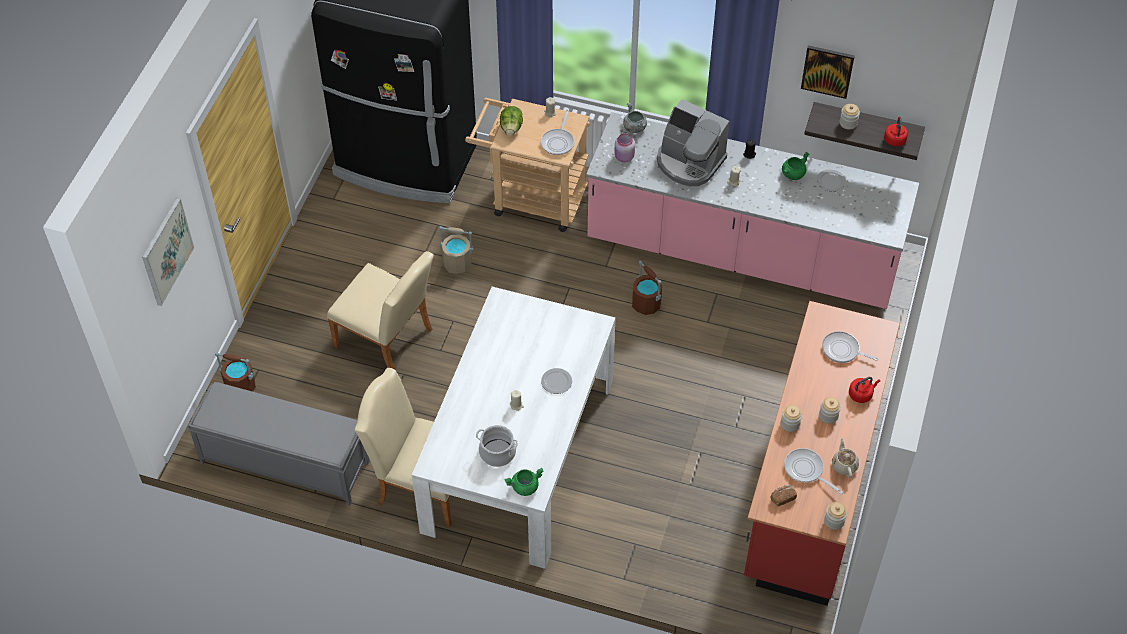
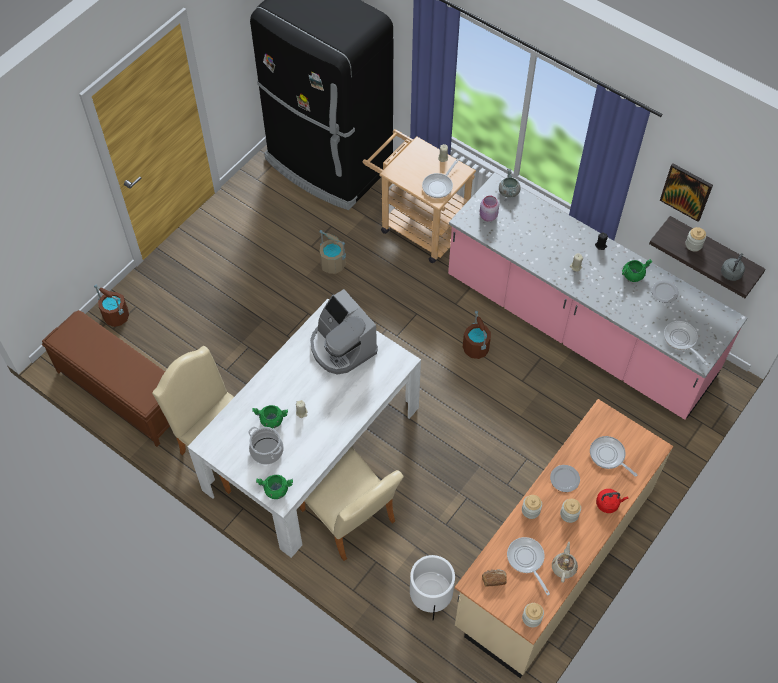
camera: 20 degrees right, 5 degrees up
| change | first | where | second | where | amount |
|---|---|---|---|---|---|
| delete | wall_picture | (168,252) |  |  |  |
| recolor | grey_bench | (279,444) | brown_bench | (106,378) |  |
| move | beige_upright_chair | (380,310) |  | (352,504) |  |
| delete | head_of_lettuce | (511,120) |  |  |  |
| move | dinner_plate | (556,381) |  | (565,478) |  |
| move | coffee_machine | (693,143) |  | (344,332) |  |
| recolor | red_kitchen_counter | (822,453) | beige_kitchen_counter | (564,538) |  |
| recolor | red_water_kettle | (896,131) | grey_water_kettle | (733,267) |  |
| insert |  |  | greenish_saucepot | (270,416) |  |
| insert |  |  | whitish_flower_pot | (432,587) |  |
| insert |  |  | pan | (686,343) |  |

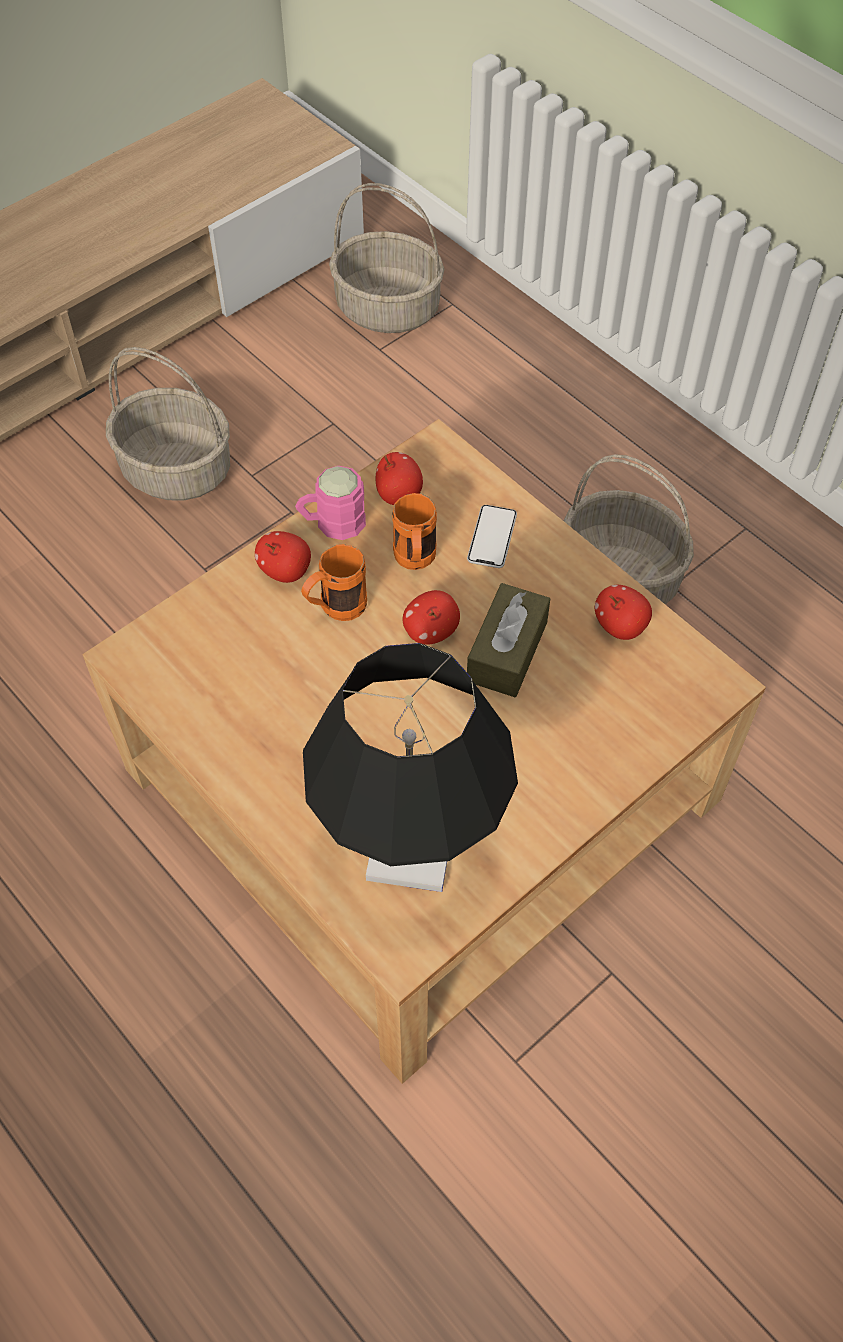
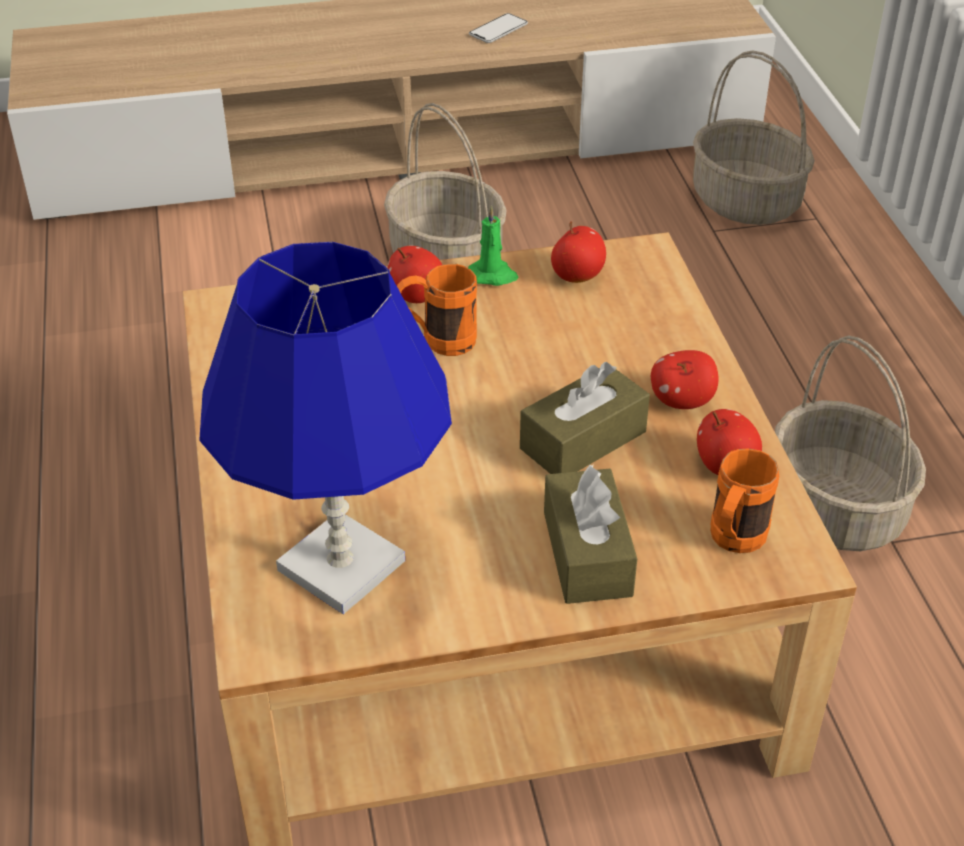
camera: 30 degrees right, 15 degrees down
| change | first | where | second | where | amount |
|---|---|---|---|---|---|
| replace | pink_tea_mug | (330,503) | greenish_wax_light | (493,245) |  |
| recolor | black-coloured_lamp_for_a_table | (410,767) | blue-coloured_lamp_for_a_table | (326,428) |  |
| move | orangey_tea_mug | (414,531) |  | (744,500) |  |
| move | apple | (431,617) |  | (685,379) |  |
| move | phone | (492,536) |  | (498,28) |  |
| insert |  |  | brown_box_of_tissues | (590,534) |  |

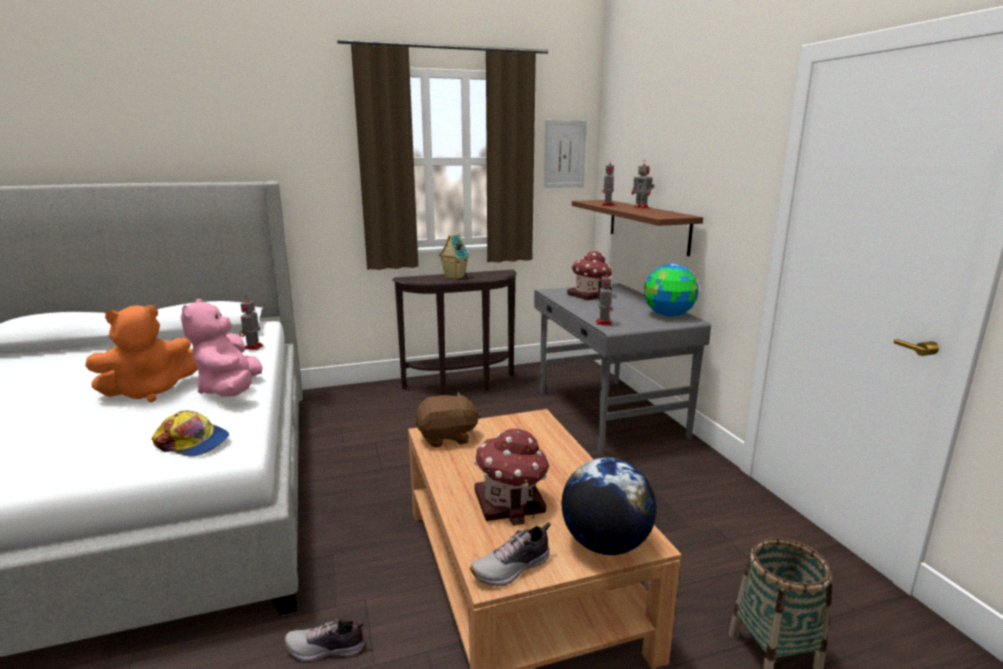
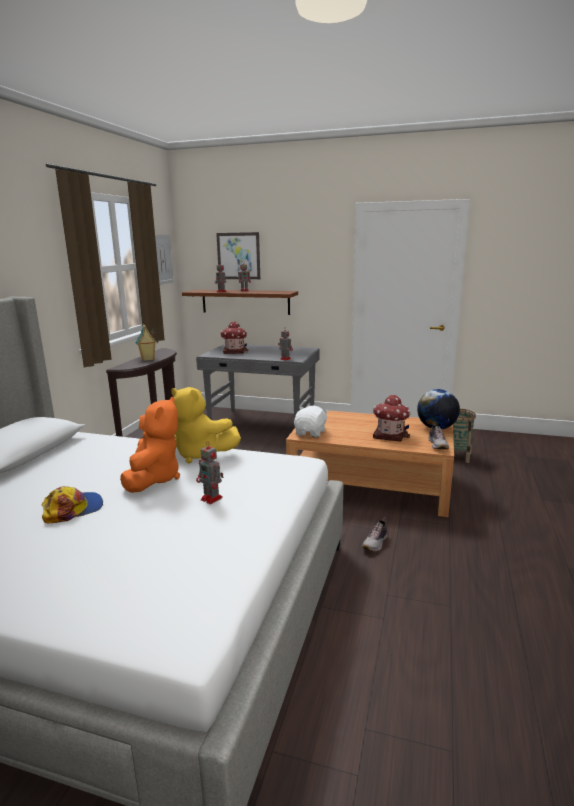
camera: 55 degrees left, 0 degrees up
| change | first | where | second | where | amount |
|---|---|---|---|---|---|
| move | cap | (190,434) |  | (72,504) |  |
| recolor | pink_plush_toy | (222,348) | yellow-coloured_plush_toy | (206,425) |  |
| move | model_robot | (251,323) |  | (209,472) |  |
| recolor | brown_plush_toy | (448,419) | whitish_plush_toy | (311,422) |  |
| delete | world_globe | (671,290) |  |  |  |
| insert |  |  | wall_picture | (238,255) |  |

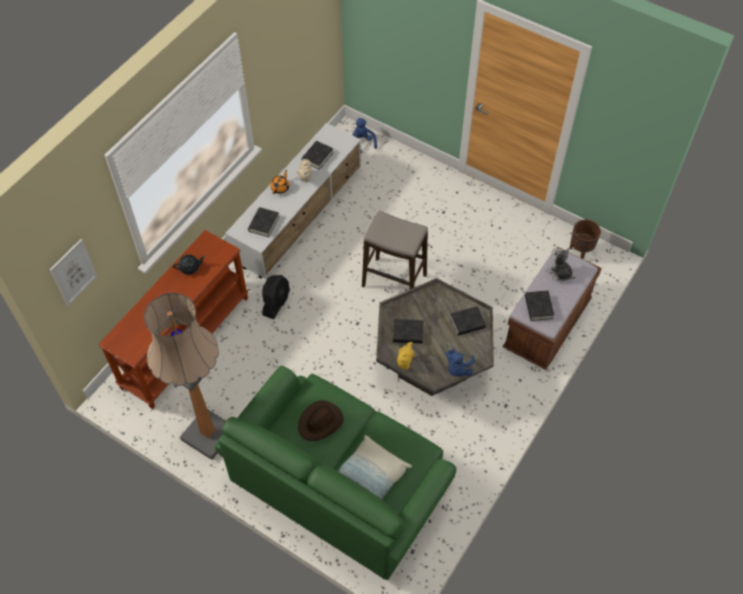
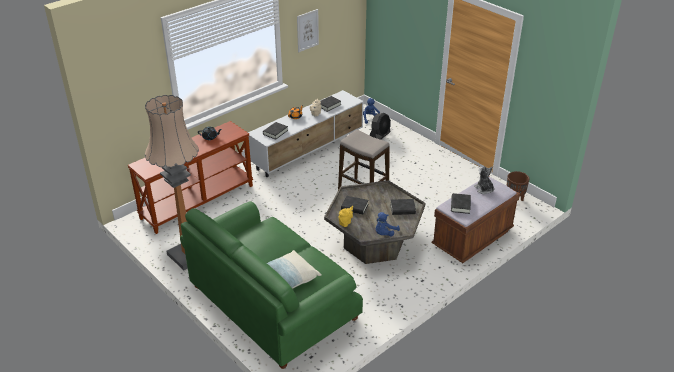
camera: 15 degrees right, 20 degrees down
| change | first | where | second | where | amount |
|---|---|---|---|---|---|
| move | wall_picture | (73,272) |  | (308,30) |  |
| move | black-coloured_electric_fan | (276,297) |  | (380,126) |  |
| delete | brown_wearable_hat | (320,420) |  |  |  |

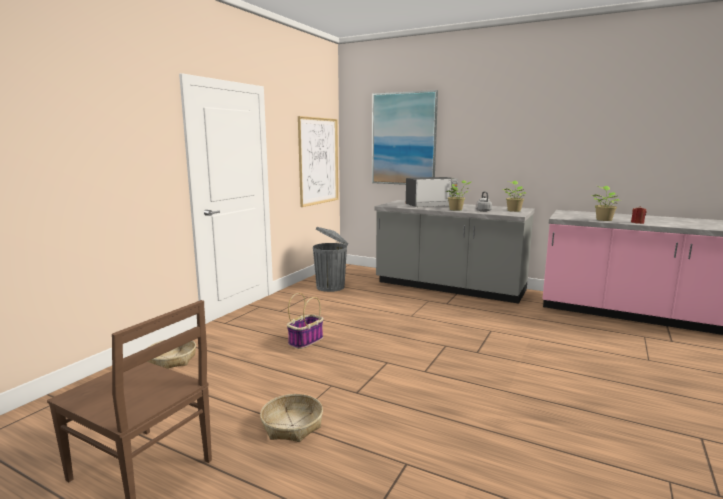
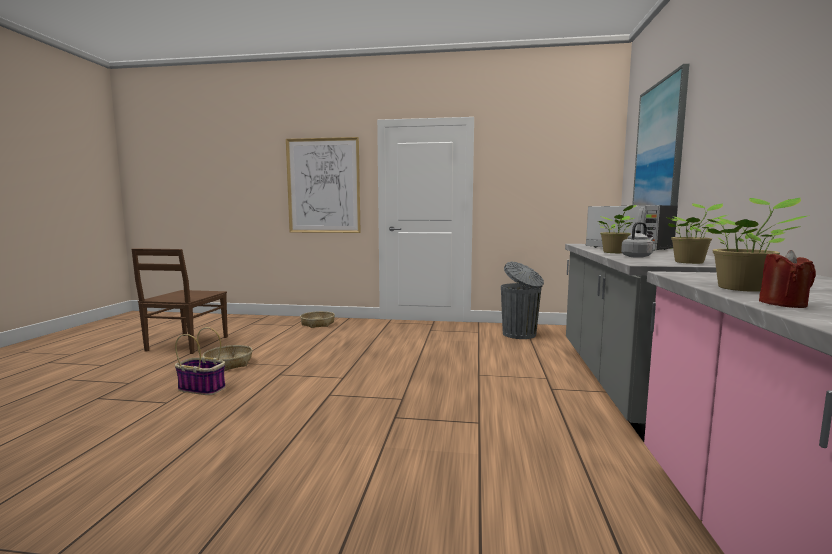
camera: 70 degrees right, 5 degrees down
| change | first | where | second | where | amount |
|---|---|---|---|---|---|
| move | basket | (305,321) |  | (200,361) |  |
| move | wall_picture | (318,161) |  | (323,185) |  |

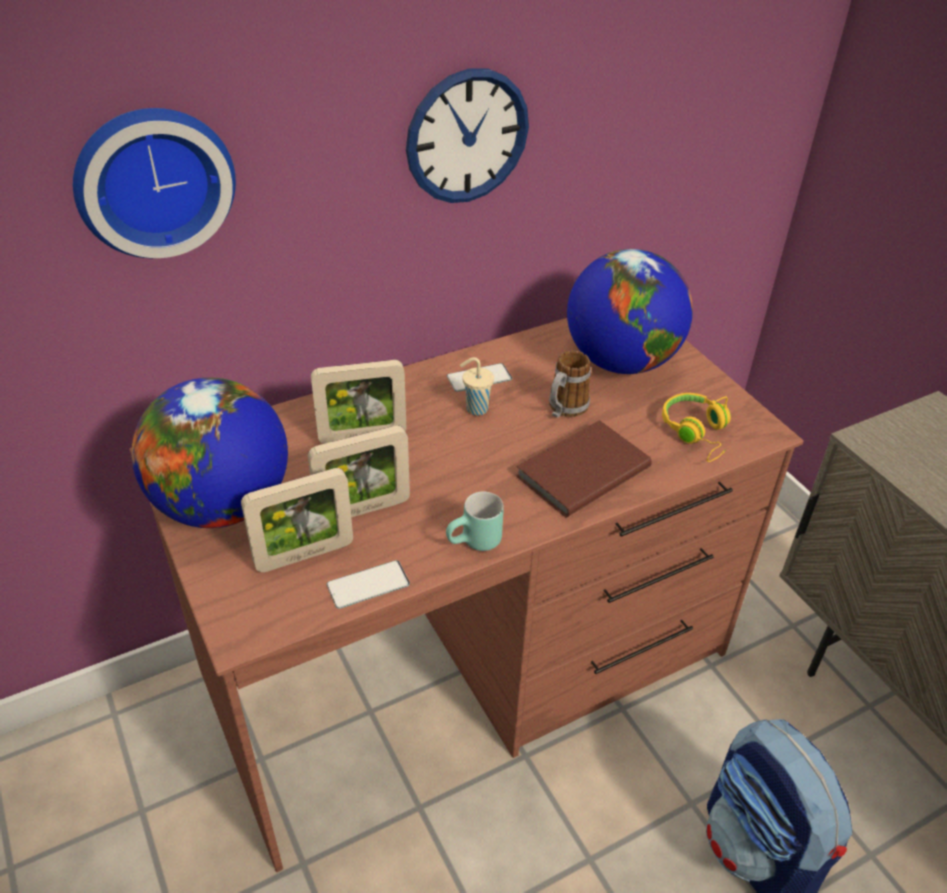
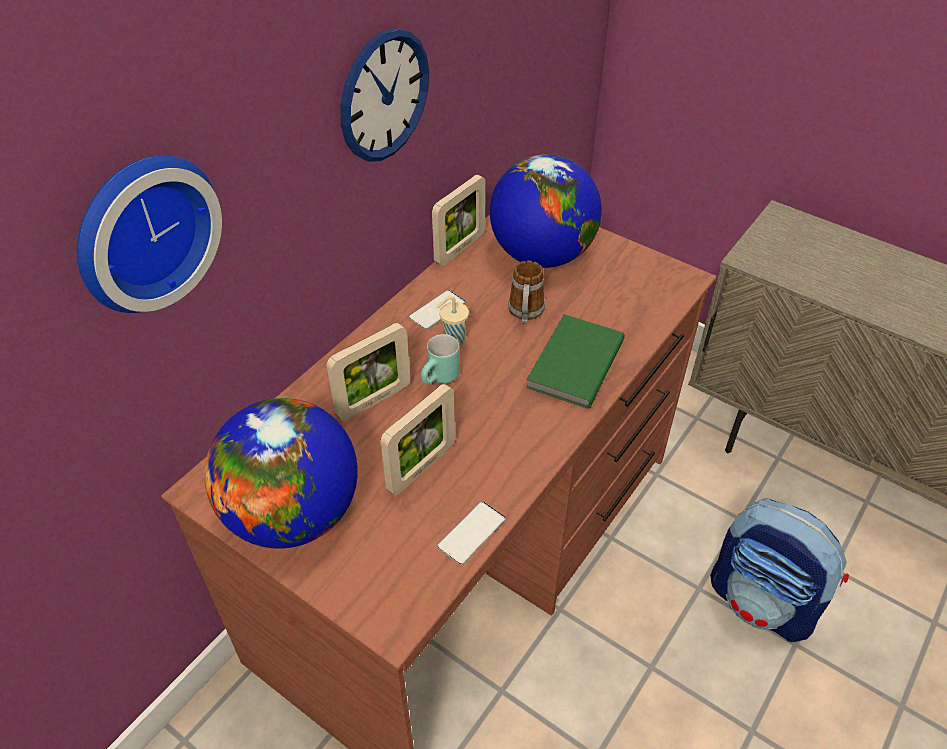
camera: 25 degrees left, 5 degrees up
| change | first | where | second | where | amount |
|---|---|---|---|---|---|
| move | picture_frame | (297,520) |  | (458,220) |  |
| move | turquoise-coloured_tea_mug | (475,521) |  | (440,359) |  |
| recolor | brown_bound_book | (584,469) | greenish_bound_book | (575,361) |  |
| delete | yellow-coloured_headphones | (696,427) |  |  |  |

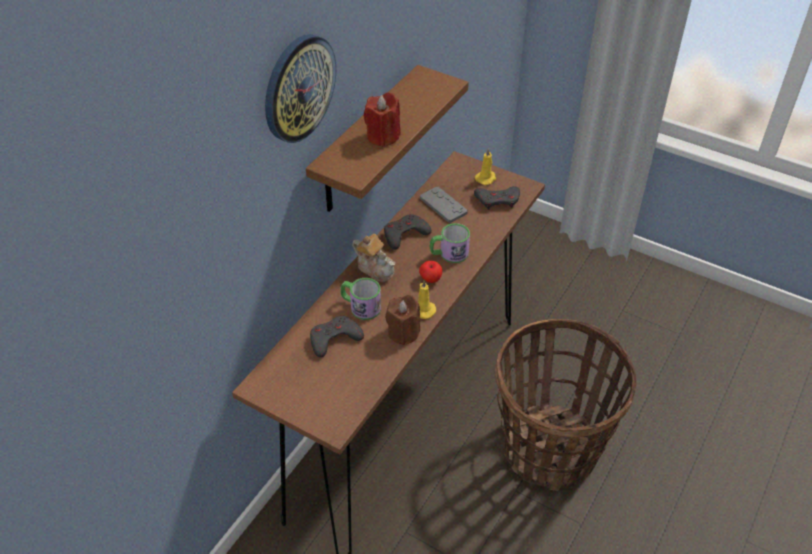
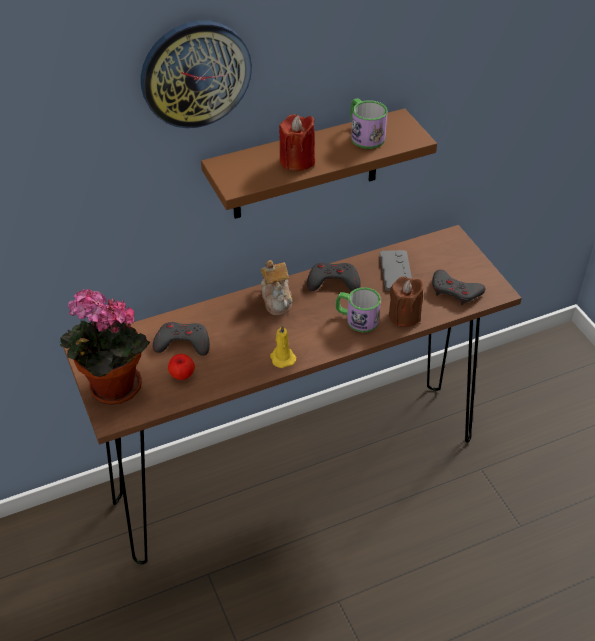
camera: 35 degrees right, 0 degrees up
| change | first | where | second | where | amount |
|---|---|---|---|---|---|
| move | tea_mug | (360,299) |  | (369,123) |  |
| move | brown_wax_light | (402,320) |  | (406,301) |  |
| move | apple | (430,272) |  | (181,367) |  |
| delete | yellow-coloured_wax_light | (485,166) |  |  |  |
| delete | basket | (566,405) |  |  |  |
| insert |  |  | plant_in_a_pot | (105,347) |  |

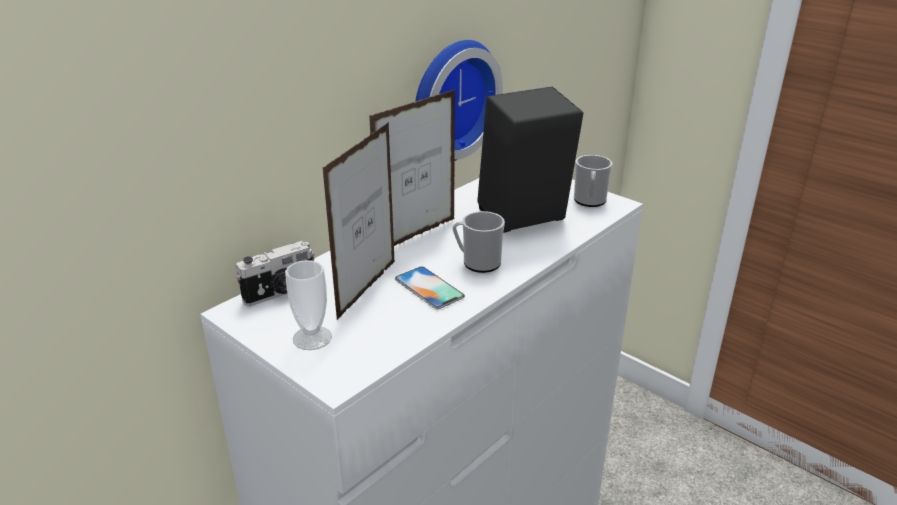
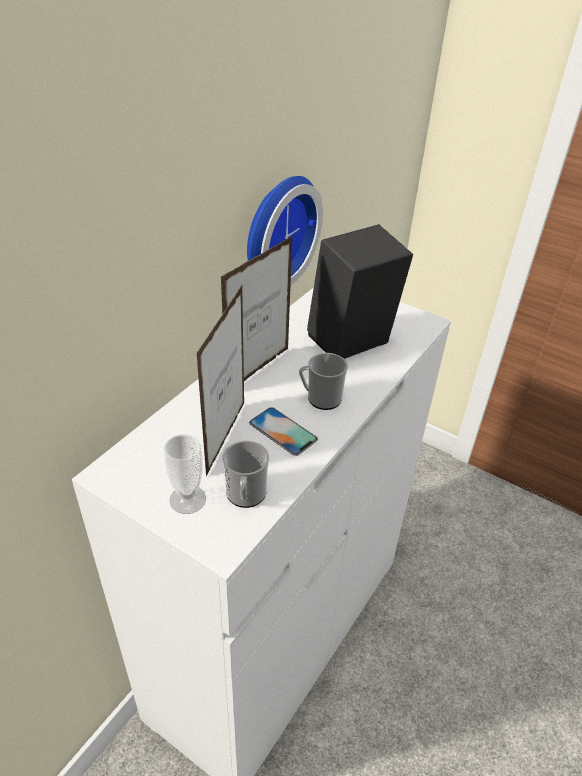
camera: 10 degrees left, 10 degrees up
| change | first | where | second | where | amount |
|---|---|---|---|---|---|
| delete | still_camera | (275,273) |  |  |  |
| move | tea_mug | (593,181) |  | (245,474) |  |

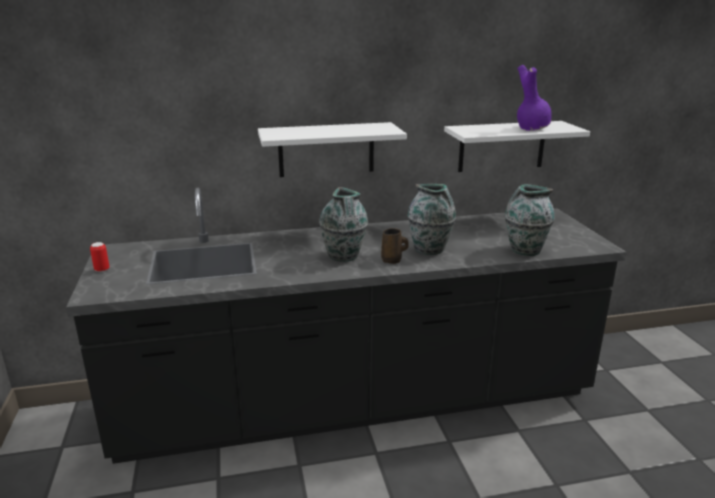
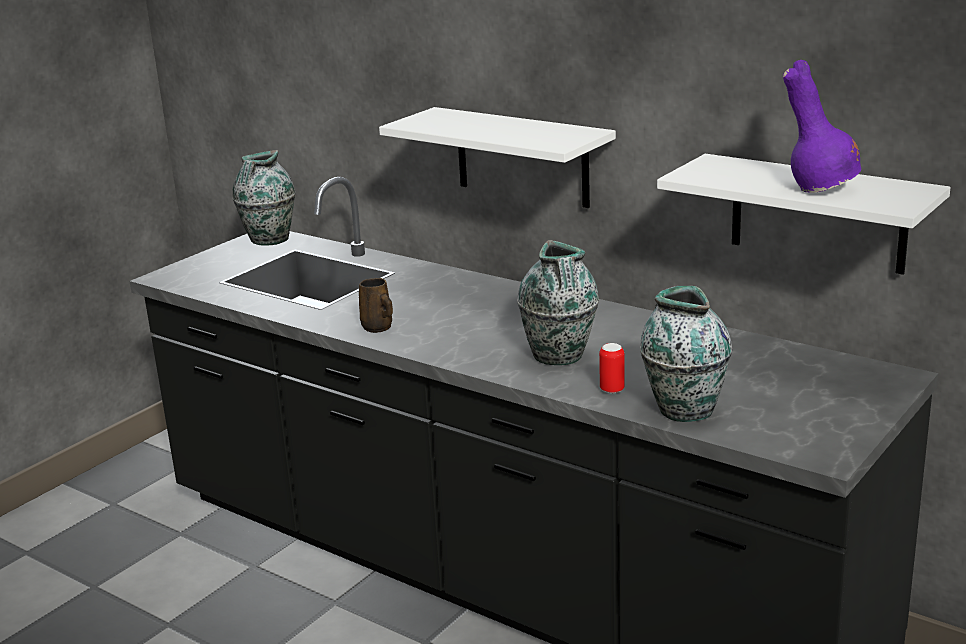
camera: 50 degrees right, 0 degrees up
| change | first | where | second | where | amount |
|---|---|---|---|---|---|
| move | sealed_can | (100,257) |  | (612,368) |  |
| move | vase | (343,224) |  | (264,198) |  |
| move | brown_tea_mug | (394,246) |  | (376,305) |  |

